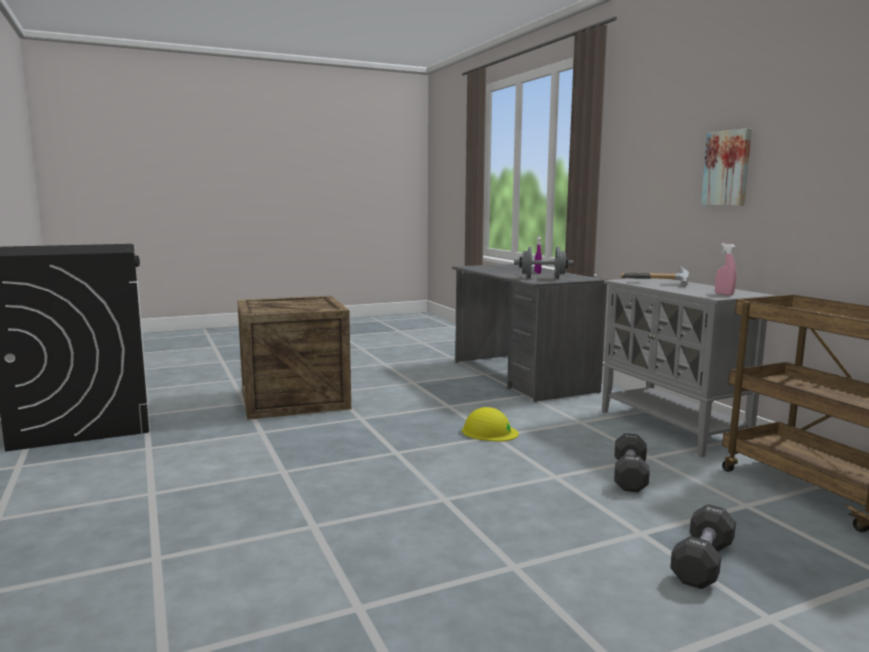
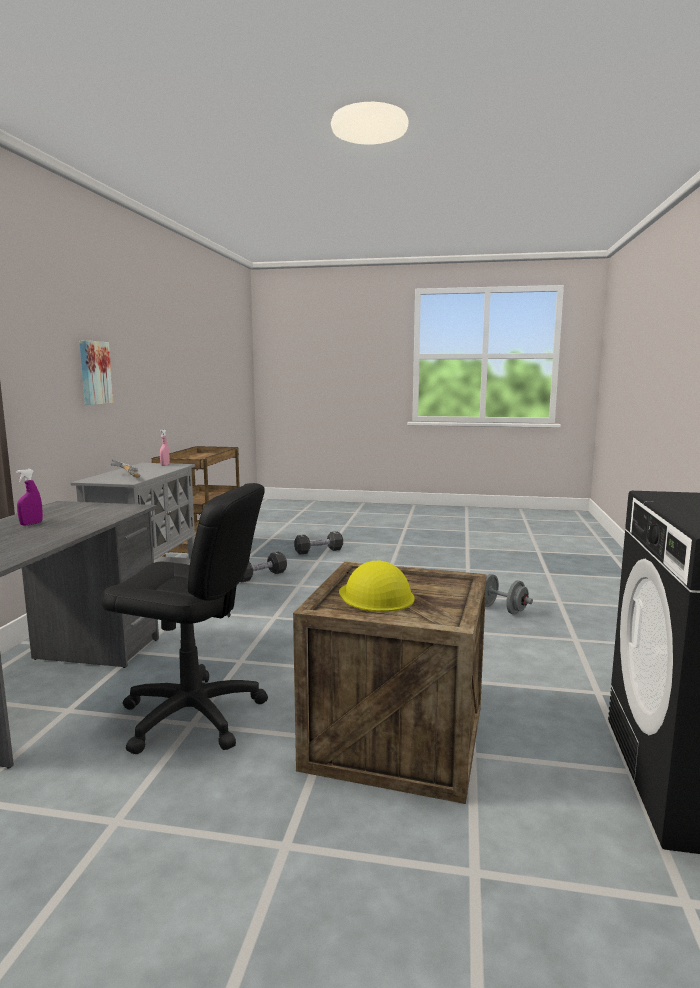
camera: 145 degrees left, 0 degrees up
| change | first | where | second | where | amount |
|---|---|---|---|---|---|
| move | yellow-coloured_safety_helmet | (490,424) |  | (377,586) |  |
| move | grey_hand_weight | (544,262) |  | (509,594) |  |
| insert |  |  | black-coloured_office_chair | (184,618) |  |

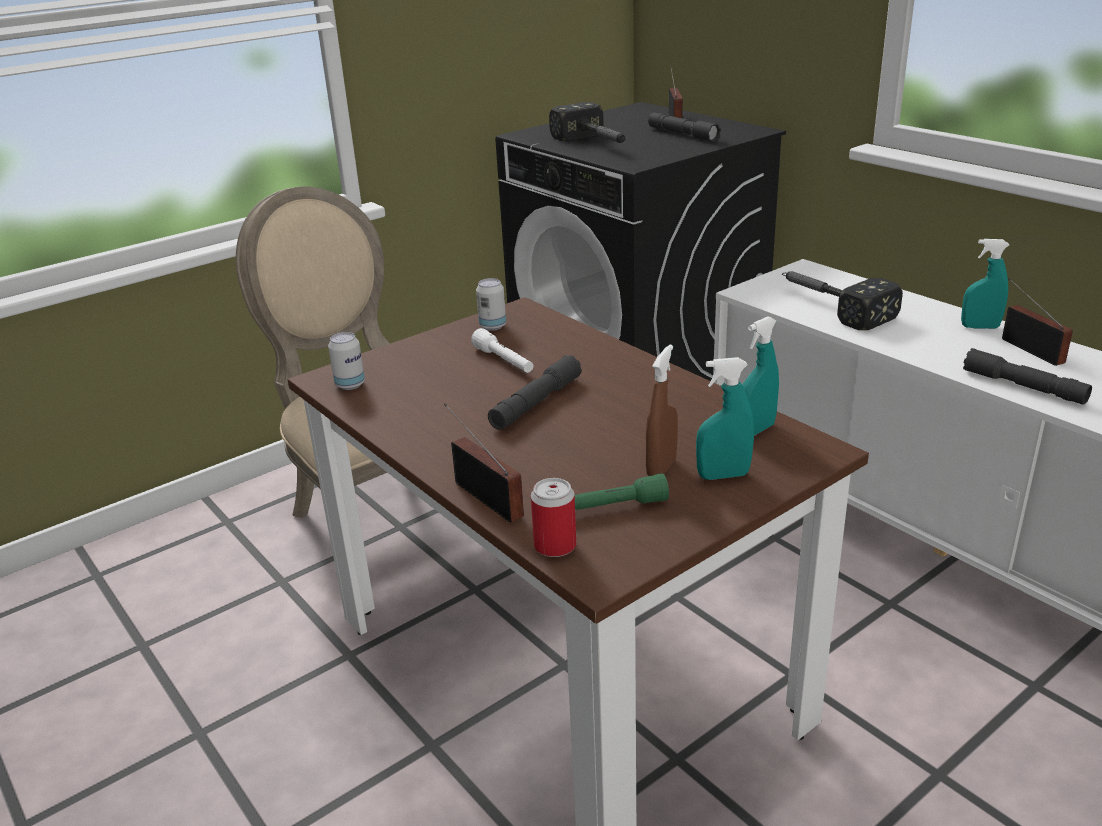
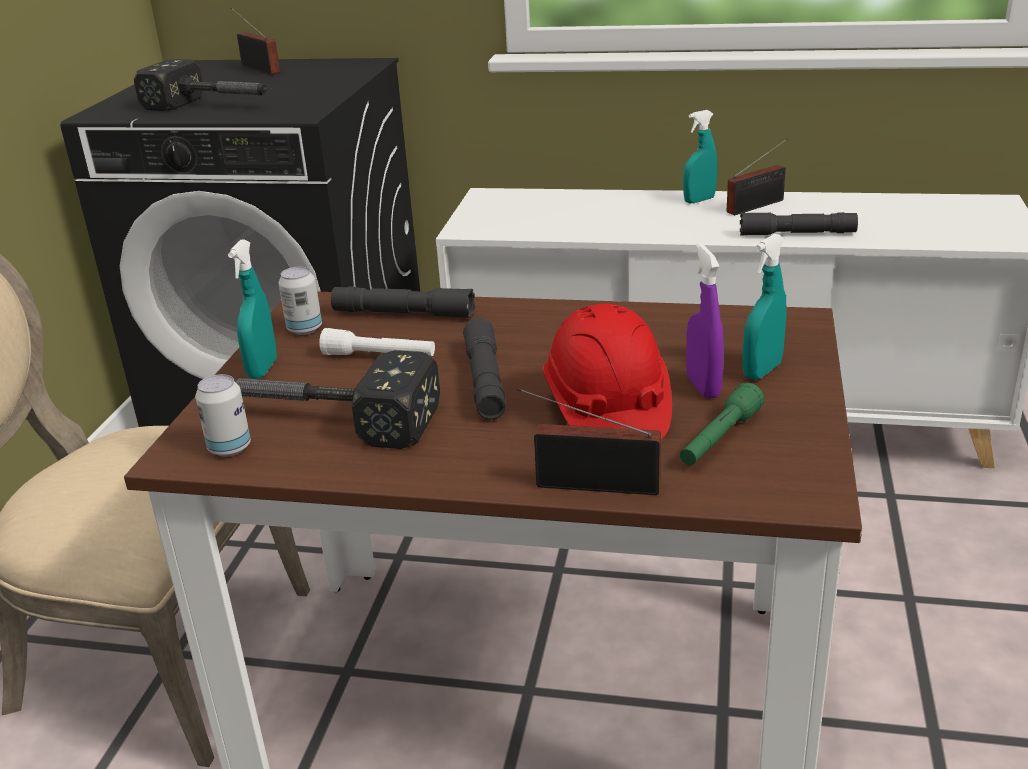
camera: 40 degrees left, 0 degrees up
| change | first | where | second | where | amount |
|---|---|---|---|---|---|
| delete | sealed_can | (553,517) |  |  |  |
| recolor | brown_spray_bottle | (662,410) | purple_spray_bottle | (705,321) |  |
| move | grey_hand_torch | (684,127) |  | (403,302) |  |
| move | turquoise-coloured_spray_bottle | (760,376) |  | (252,309) |  |
| move | hand_hammer | (842,300) |  | (337,399) |  |
| rotate | radio_set | (1037,322) |  | (757,176) | 120 degrees clockwise |
| insert |  |  | red_safety_helmet | (607,371) |  |

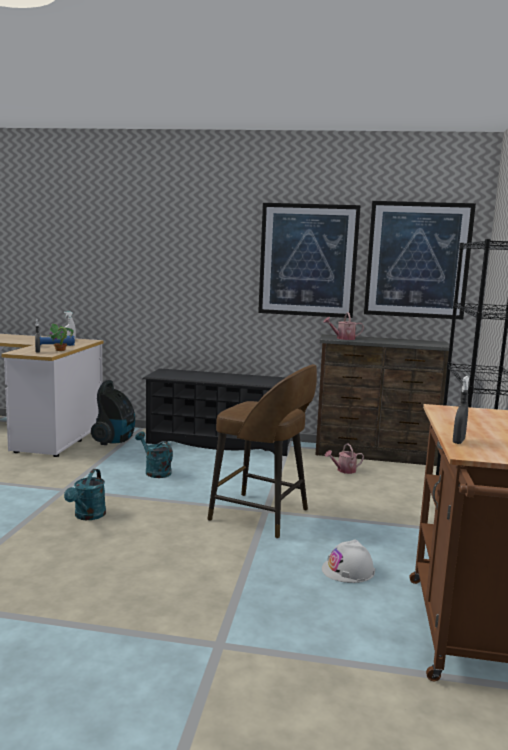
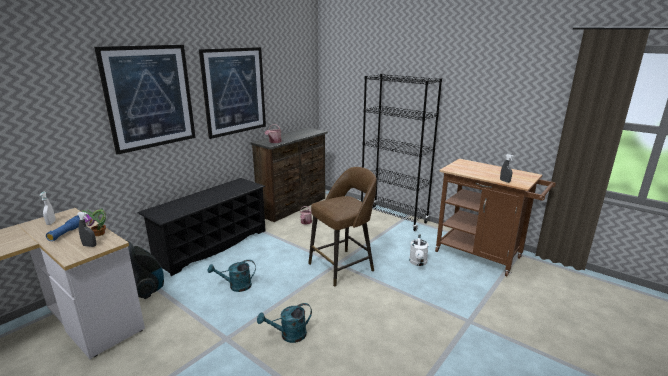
camera: 60 degrees left, 10 degrees up
| change | first | where | second | where | amount |
|---|---|---|---|---|---|
| rotate | turquoise-coloured_watering_can | (85,494) |  | (284,323) | 120 degrees clockwise |
| replace | whitish_safety_helmet | (348,561) | whitish_watering_can | (419,250) |  |
| move | wall_picture | (420,260) |  | (145,100) |  |

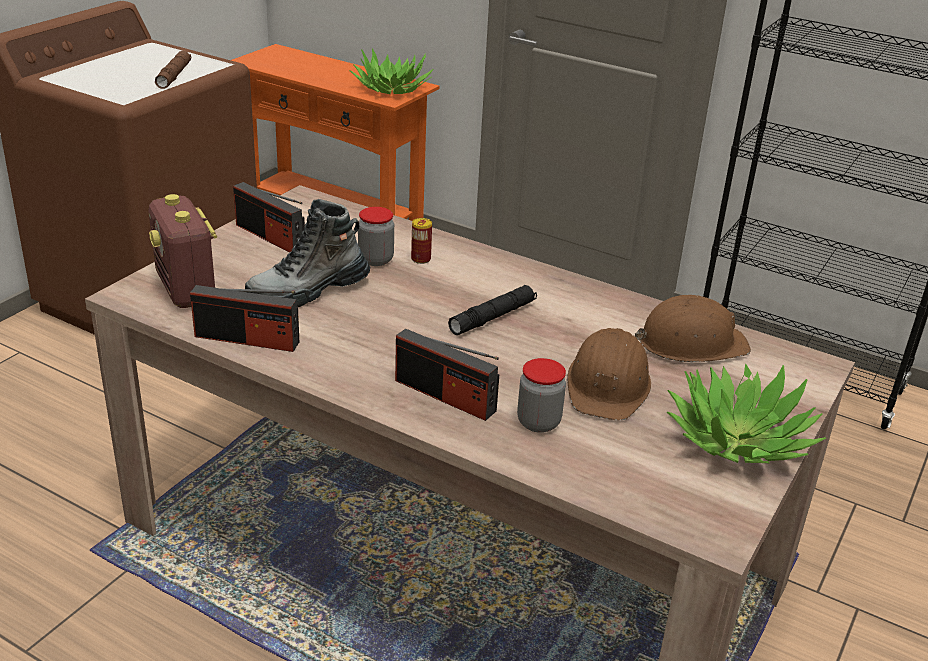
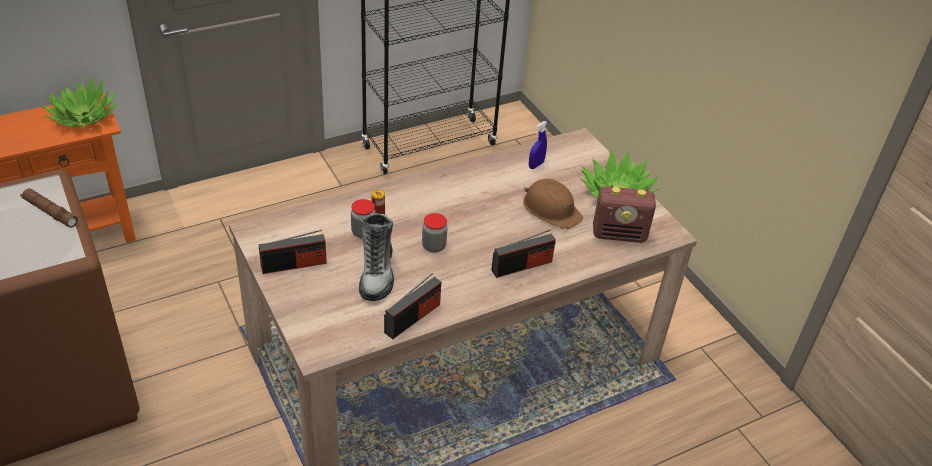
camera: 60 degrees left, 10 degrees up
| change | first | where | second | where | amount |
|---|---|---|---|---|---|
| move | radio_set | (182,251) |  | (624,214) |  |
| delete | black-coloured_hand_torch | (492,310) |  |  |  |
| move | storage_jar | (541,395) |  | (435,233) |  |
| replace | brown_safety_helmet | (693,328) | blue-coloured_spray_bottle | (538,145) |  |

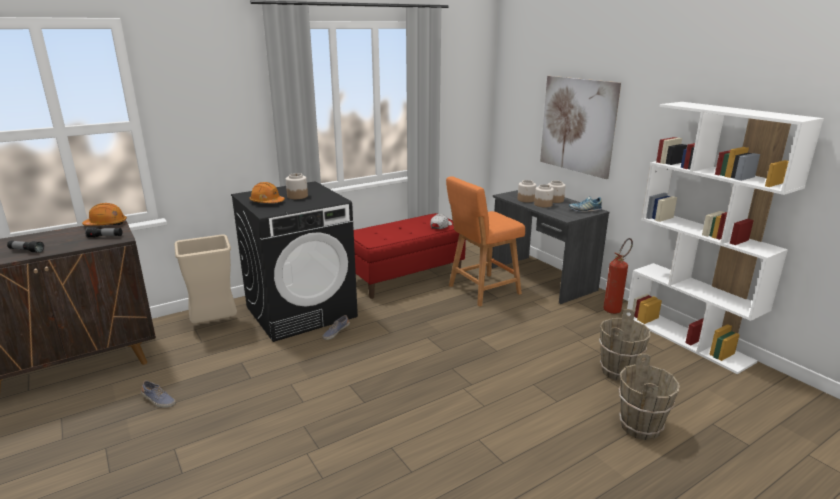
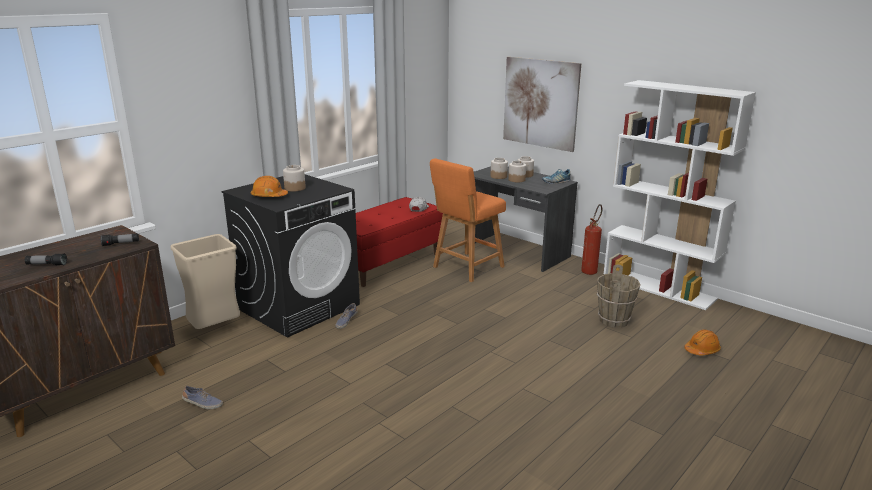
camera: 15 degrees left, 0 degrees up
| change | first | where | second | where | amount |
|---|---|---|---|---|---|
| move | orangey_safety_helmet | (104,214) |  | (702,342) |  |
| delete | brown_water_bucket | (649,396) |  |  |  |

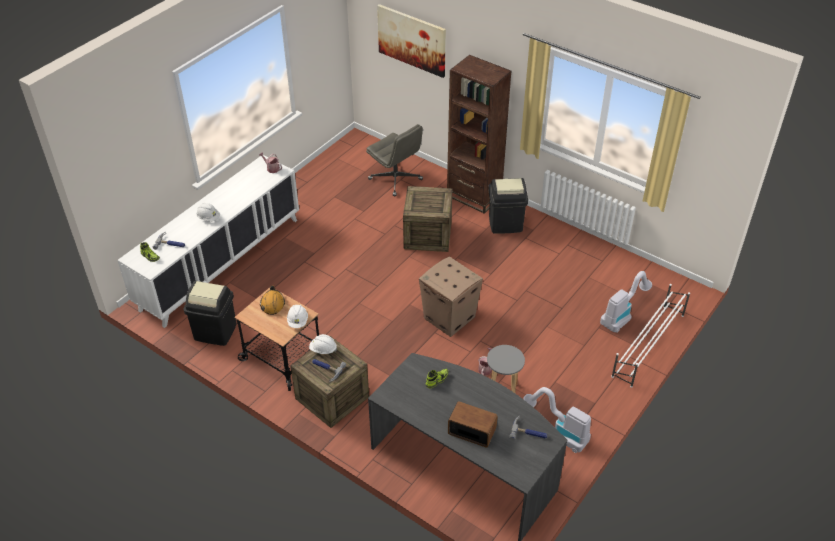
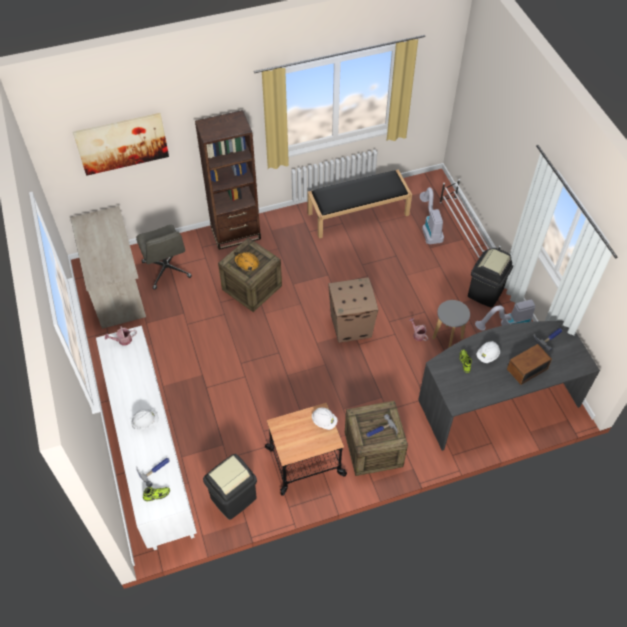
camera: 55 degrees left, 10 degrees up
| change | first | where | second | where | amount |
|---|---|---|---|---|---|
| move | orangey_safety_helmet | (272,300) |  | (246,261) |  |
| move | whitish_safety_helmet | (323,344) |  | (488,352) |  |
| rotate | grey_office_chair | (394,160) |  | (164,257) | 75 degrees clockwise |
| move | black-coloured_trash_can | (508,206) |  | (490,277) |  |
| insert |  |  | beige_desk_unit | (108,267) |  |
| insert |  |  | black-coloured_bench | (359,204) |  |

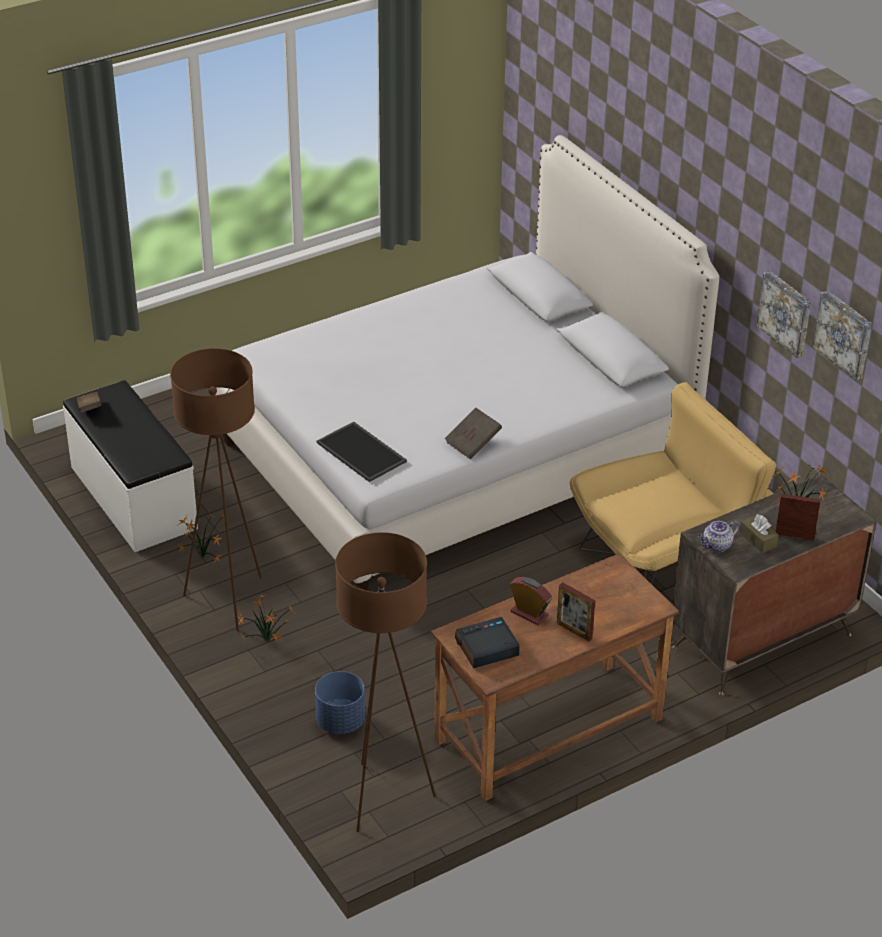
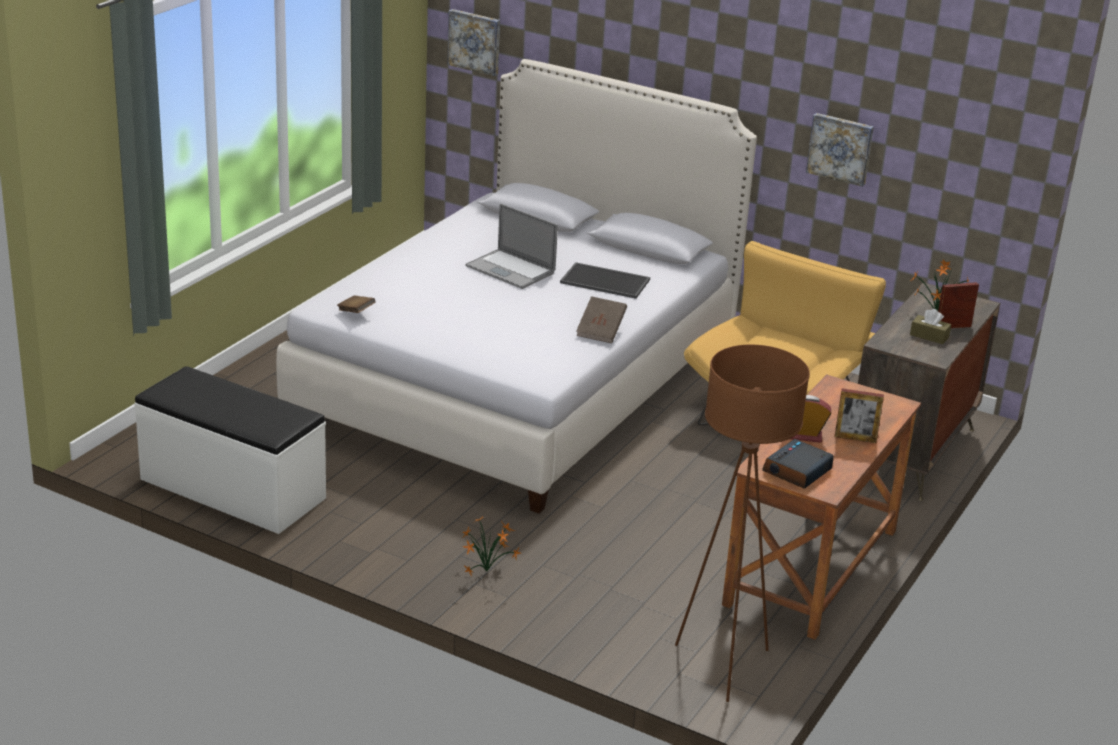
camera: 30 degrees left, 10 degrees down
| change | first | where | second | where | amount |
|---|---|---|---|---|---|
| move | brown_bound_book | (89,402) |  | (356,304) |  |
| delete | brown_standing_lamp | (216,489) |  |  |  |
| delete | plant_in_a_pot | (202,537) |  |  |  |
| delete | blue-coloured_flower_pot | (340,702) |  |  |  |
| move | serving_tray | (362,452) |  | (605,280) |  |
| delete | pot_for_tea | (718,536) |  |  |  |
| move | wall_picture | (842,335) |  | (473,42) |  |
| insert |  |  | notebook_computer | (512,246) |  |

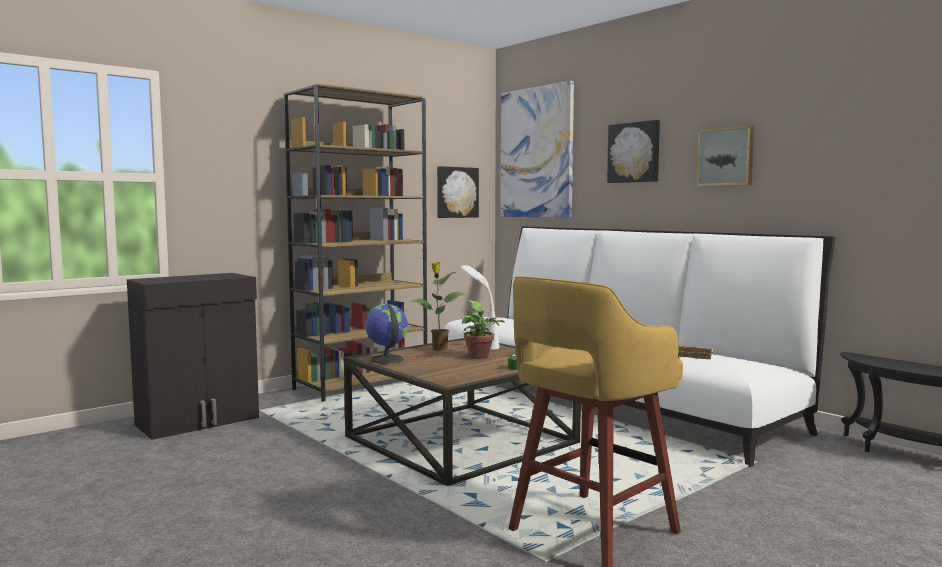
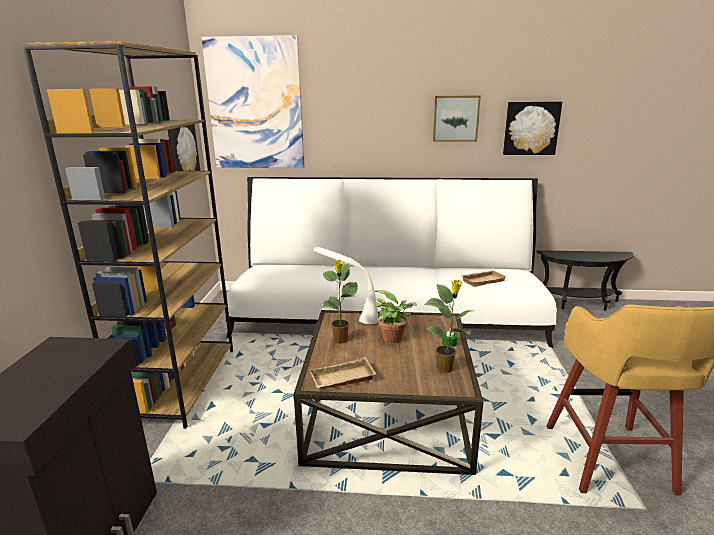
camera: 45 degrees left, 15 degrees up
| change | first | where | second | where | amount |
|---|---|---|---|---|---|
| replace | world_globe | (386,334) | beige_serving_tray | (342,373) |  |
| move | wall_picture | (633,151) |  | (532,128) |  |
| insert |  |  | plant_in_a_pot | (448,326) |  |

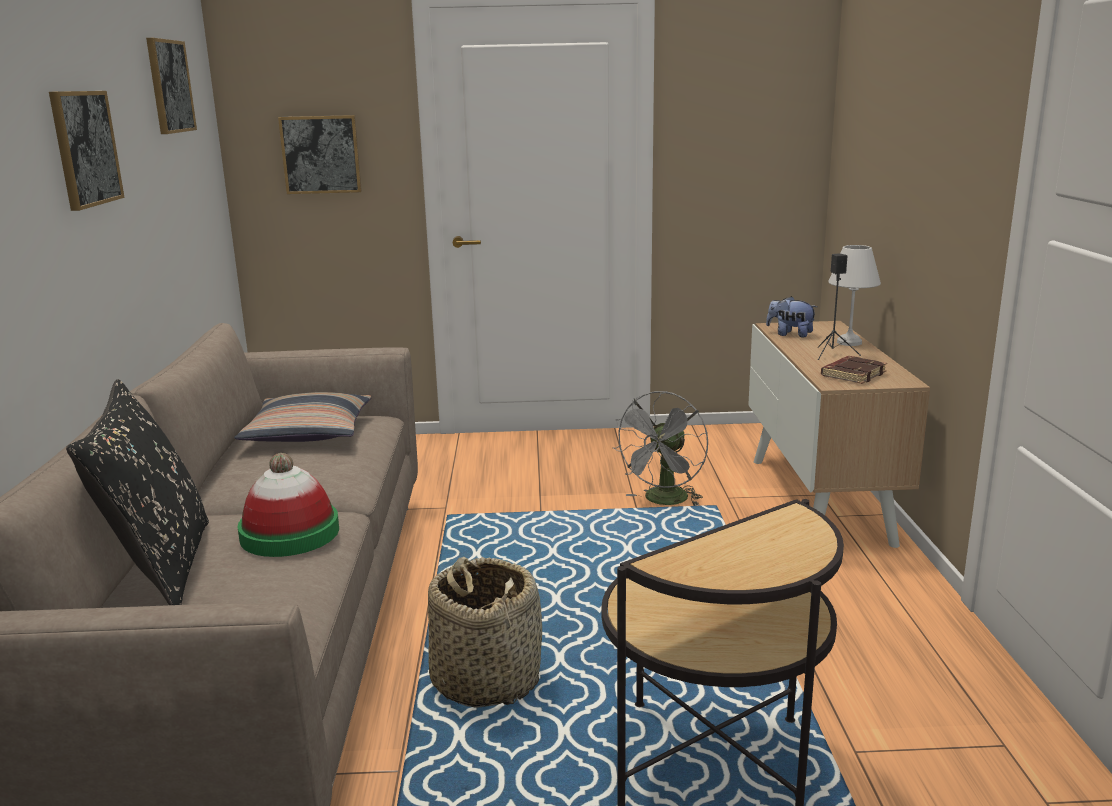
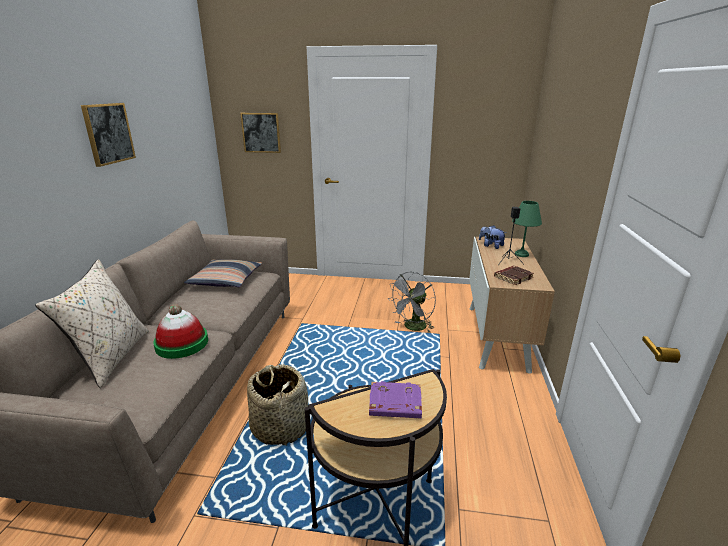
camera: 10 degrees right, 5 degrees up
| change | first | where | second | where | amount |
|---|---|---|---|---|---|
| recolor | black-coloured_cushion | (137,492) | beige_cushion | (92,323) |  |
| delete | wall_picture | (171,86) |  |  |  |
| recolor | whitish_lamp_for_a_table | (854,295) | greenish_lamp_for_a_table | (527,229) |  |
| insert |  |  | purple_bound_book | (395,399) |  |

